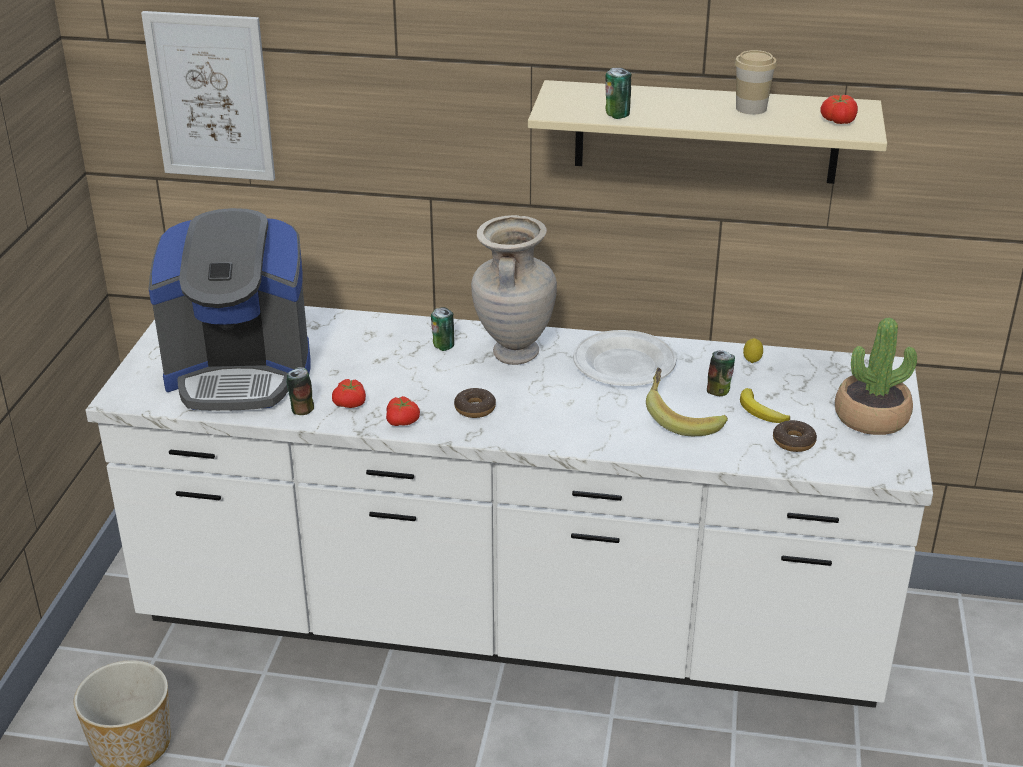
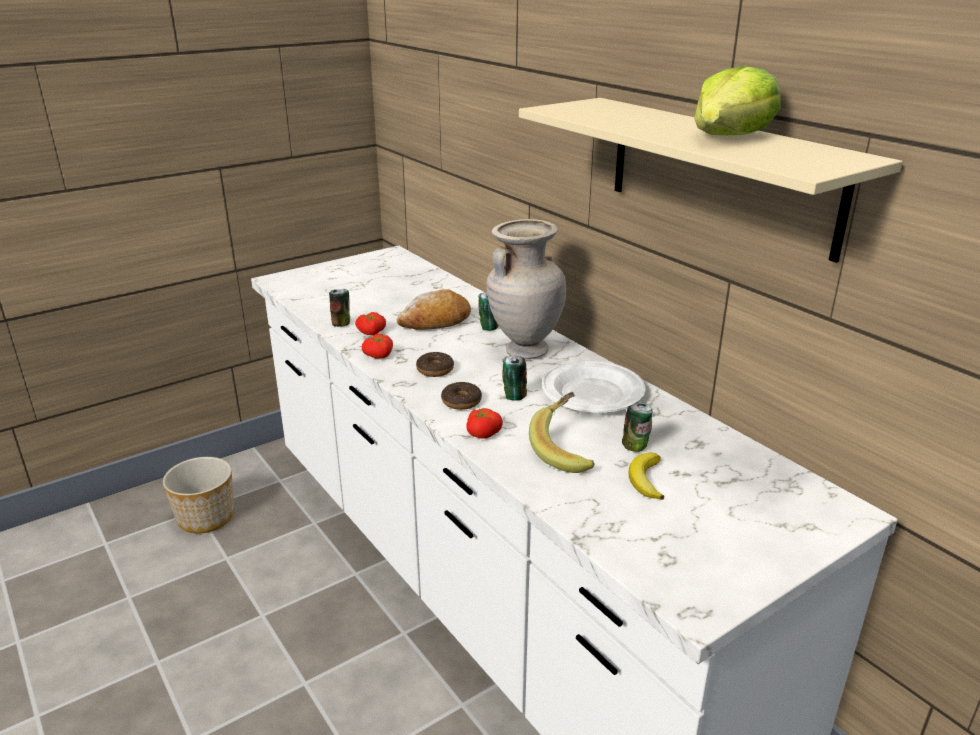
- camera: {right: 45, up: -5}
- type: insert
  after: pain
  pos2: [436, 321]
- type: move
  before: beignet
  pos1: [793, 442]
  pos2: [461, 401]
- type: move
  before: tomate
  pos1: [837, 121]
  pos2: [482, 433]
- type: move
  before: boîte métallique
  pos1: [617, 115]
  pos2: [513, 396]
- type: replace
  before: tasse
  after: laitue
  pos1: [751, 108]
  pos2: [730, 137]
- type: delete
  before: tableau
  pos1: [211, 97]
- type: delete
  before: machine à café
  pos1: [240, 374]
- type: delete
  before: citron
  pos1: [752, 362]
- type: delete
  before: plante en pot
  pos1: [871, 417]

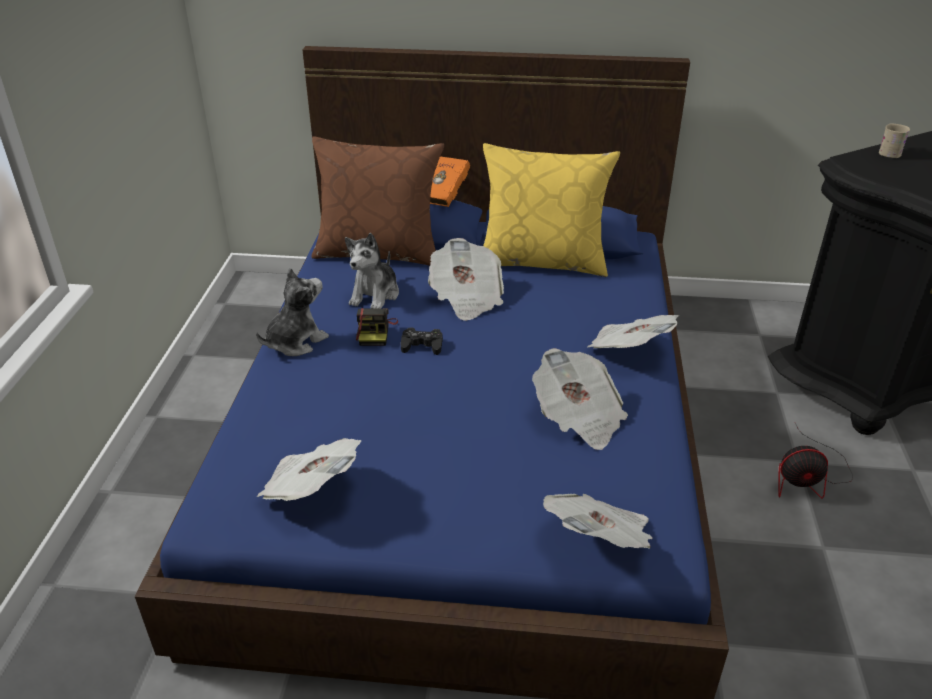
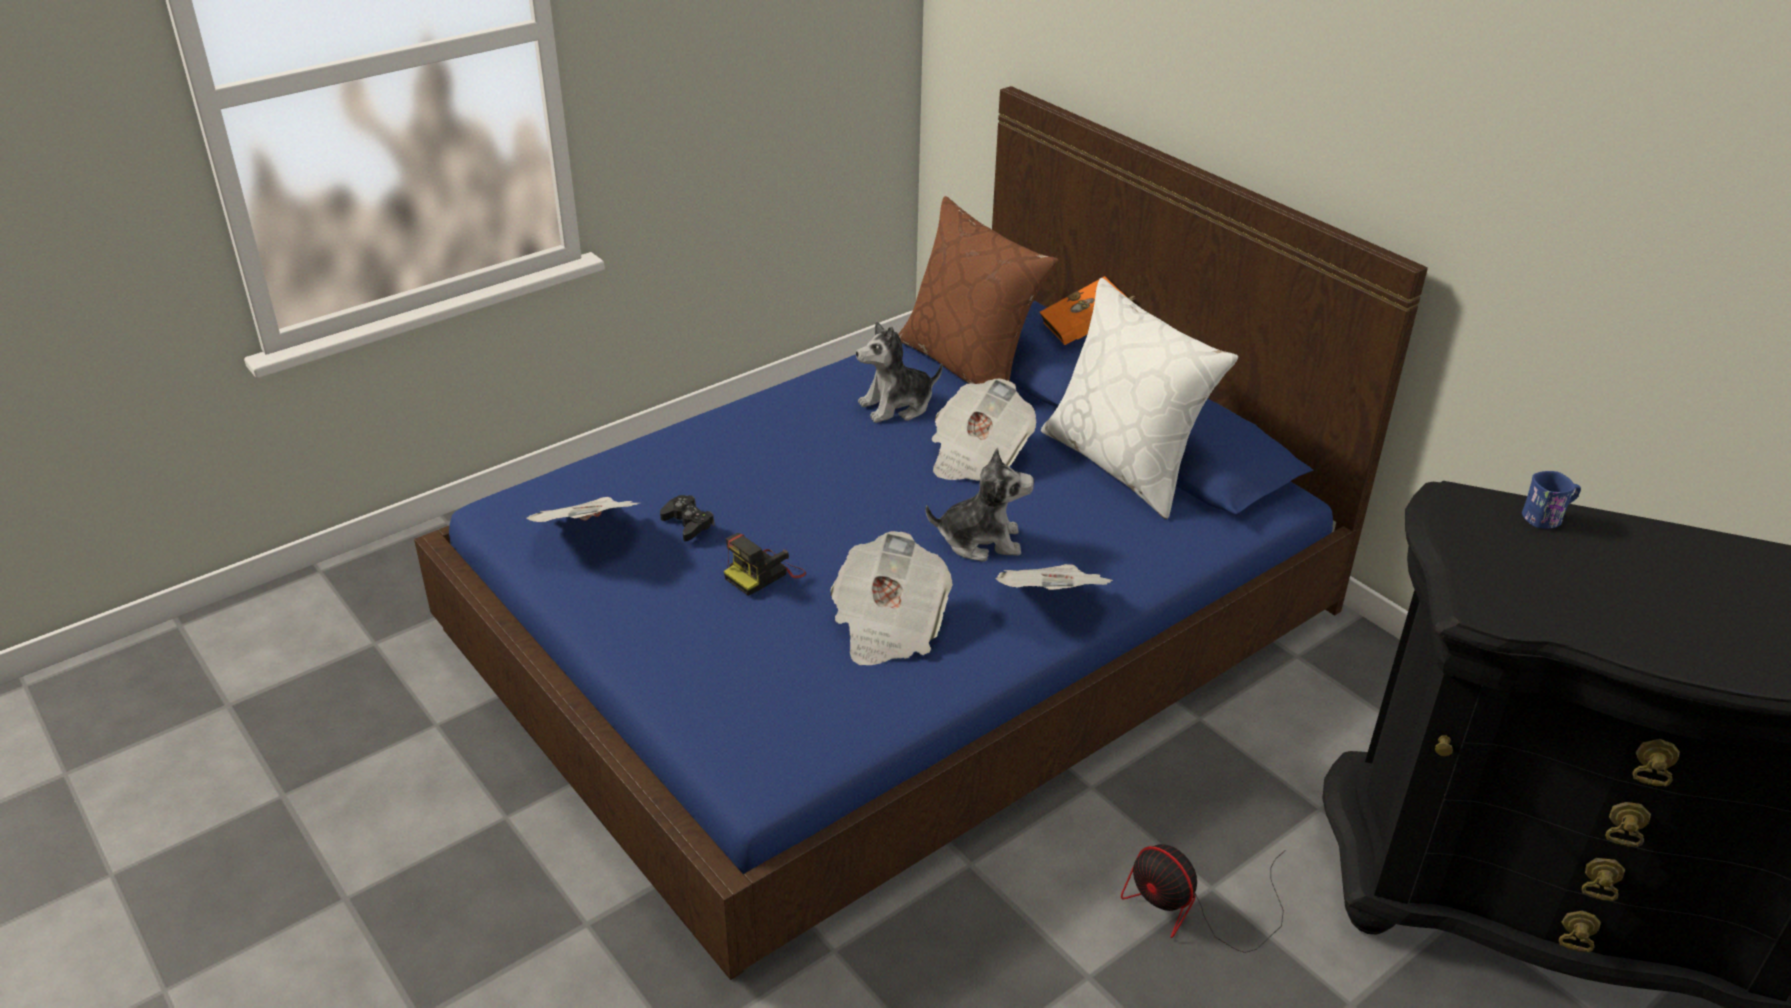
- camera: {right: 45, up: 0}
- type: move
  before: manette [noir]
  pos1: [422, 345]
  pos2: [688, 523]
- type: move
  before: appareil photo
  pos1: [375, 332]
  pos2: [764, 574]
- type: move
  before: peluche
  pos1: [295, 342]
  pos2: [980, 541]
- type: recolor
  before: coussin [jaune]
  after: coussin [blanc]
  pos1: [542, 261]
  pos2: [1124, 464]
- type: recolor
  before: mug [beige]
  after: mug [bleu]
  pos1: [890, 152]
  pos2: [1547, 518]
- type: delete
  before: journal
  pos1: [600, 539]

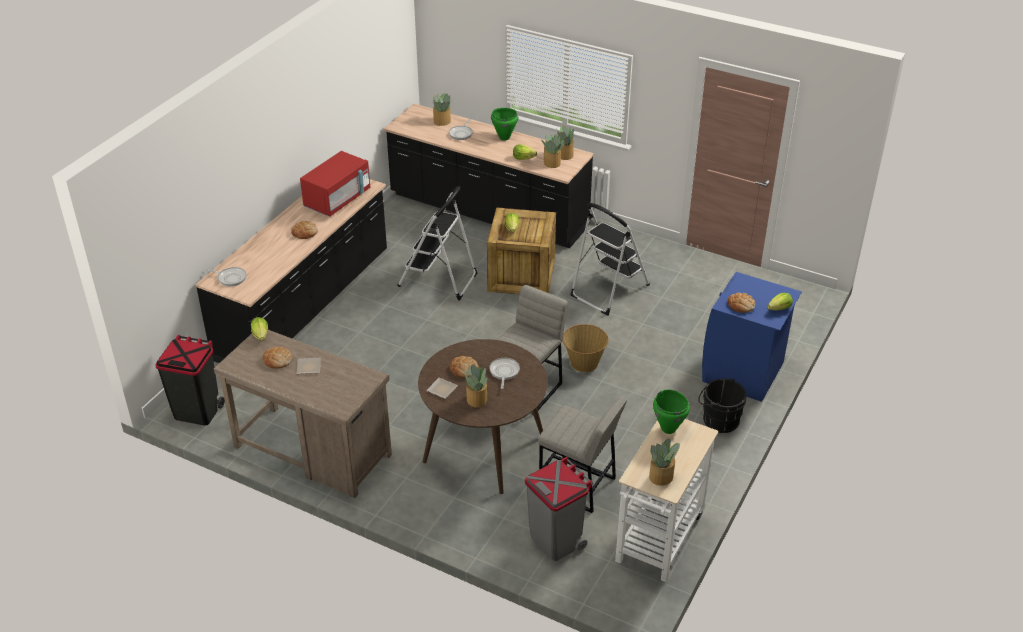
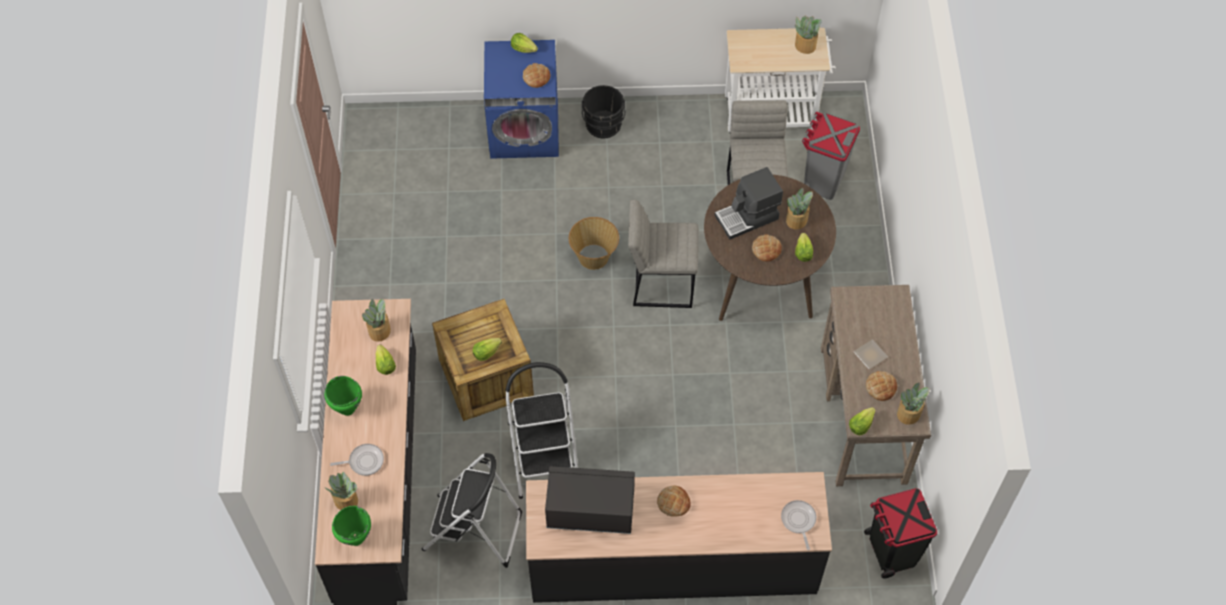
- camera: {right: -120, up: 20}
- type: move
  before: marmite [vert]
  pos1: [668, 428]
  pos2: [355, 538]
- type: move
  before: escabeau
  pos1: [608, 291]
  pos2: [475, 532]
- type: recolor
  before: micro-ondes [rouge]
  after: micro-ondes [noir]
  pos1: [338, 199]
  pos2: [590, 510]
- type: replace
  before: poêle
  after: machine à café
  pos1: [504, 372]
  pos2: [747, 217]
- type: replace
  before: assiette
  after: laitue
  pos1: [442, 388]
  pos2: [803, 253]
- type: move
  before: plante en pot
  pos1: [565, 155]
  pos2: [909, 414]

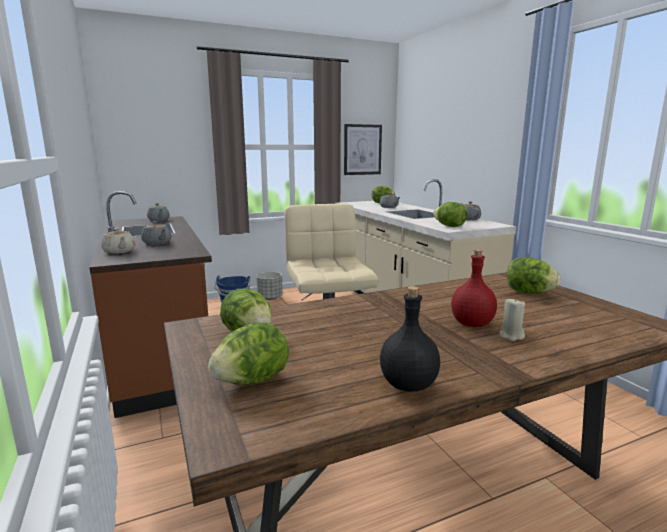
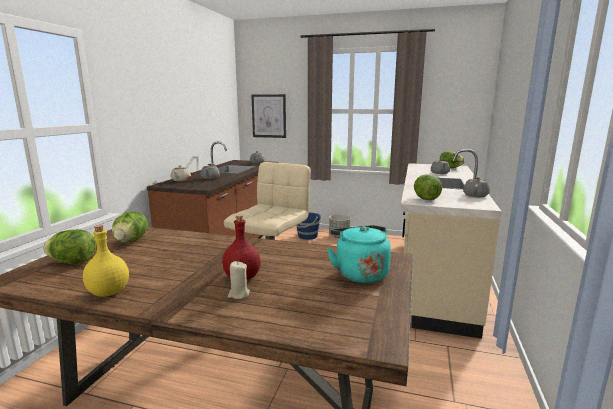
- camera: {right: 40, up: 0}
- type: recolor
  before: bouteille [noir]
  after: bouteille [jaune]
  pos1: [408, 385]
  pos2: [108, 292]
- type: move
  before: tableau
  pos1: [362, 149]
  pos2: [269, 116]
- type: replace
  before: laitue
  after: bouilloire [turquoise]
  pos1: [528, 292]
  pos2: [359, 273]

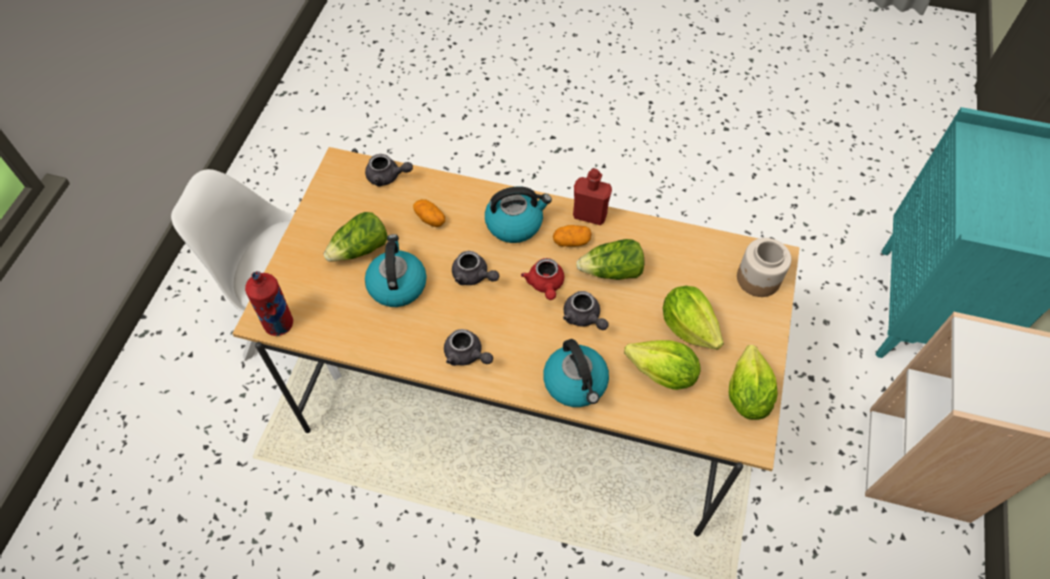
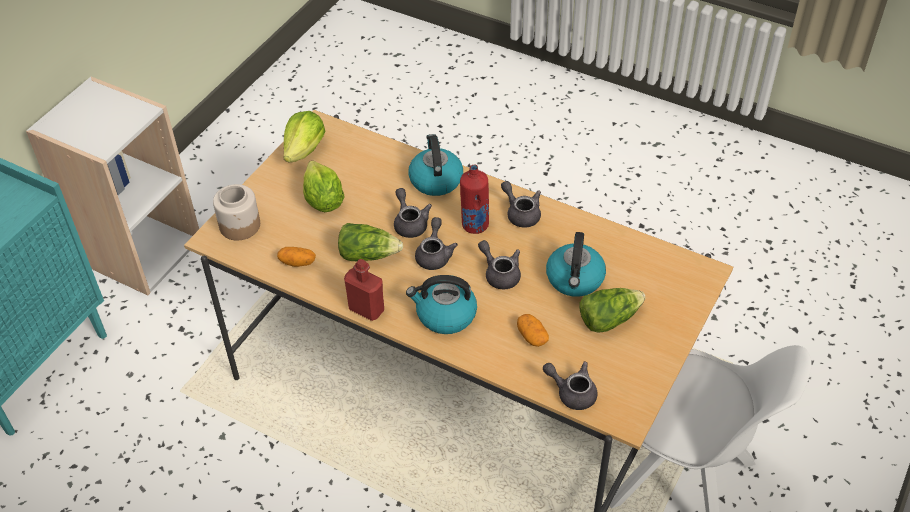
- camera: {right: -165, up: -10}
- type: move
  before: pomme de terre
  pos1: [571, 241]
  pos2: [297, 262]
- type: recolor
  before: théière [rouge]
  after: théière [gris]
  pos1: [545, 285]
  pos2: [434, 254]
- type: move
  before: bouteille [rouge]
  pos1: [279, 323]
  pos2: [474, 225]
- type: delete
  before: laitue
  pos1: [662, 374]

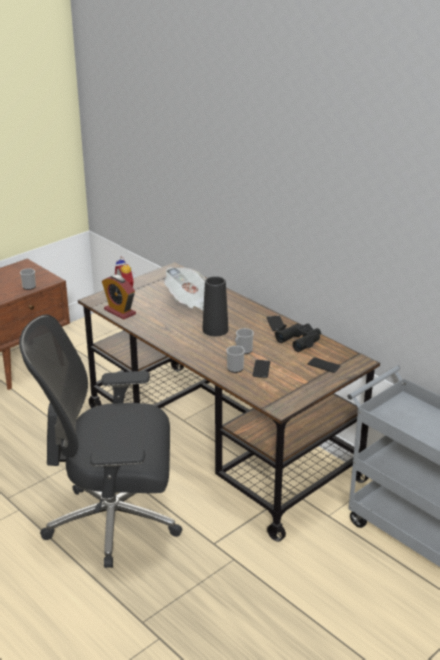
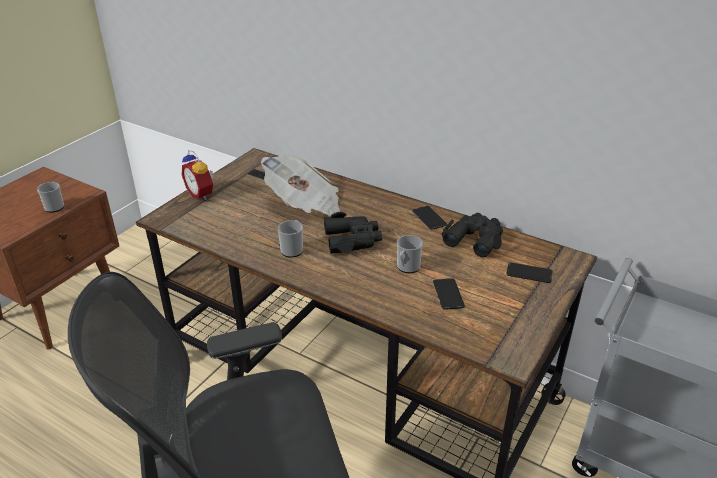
- camera: {right: -15, up: 5}
- type: move
  before: mug
  pos1: [236, 367]
  pos2: [293, 249]
- type: replace
  before: vase [noir]
  after: jumelles [noir]
  pos1: [215, 329]
  pos2: [352, 240]
- type: delete
  before: réveil
  pos1: [120, 312]

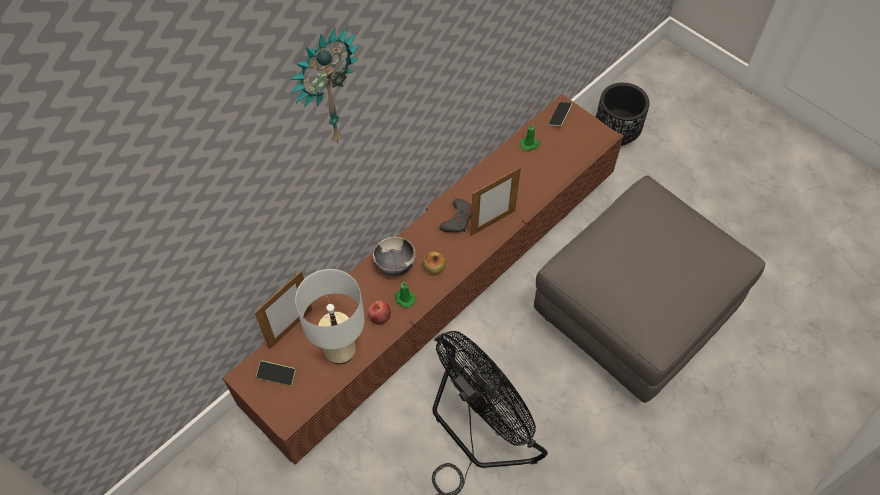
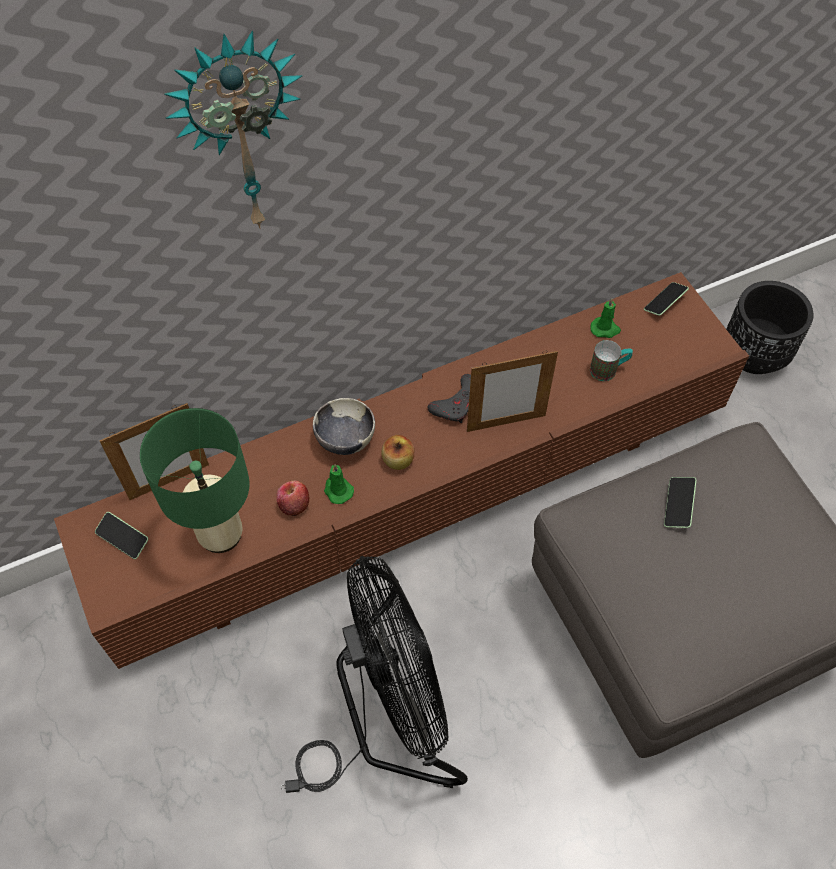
- camera: {right: 20, up: 0}
- type: recolor
  before: lampe de table [blanc]
  after: lampe de table [vert]
  pos1: [340, 352]
  pos2: [220, 535]
- type: insert
  after: mug
  pos2: [608, 370]
- type: insert
  after: téléphone
  pos2: [678, 506]

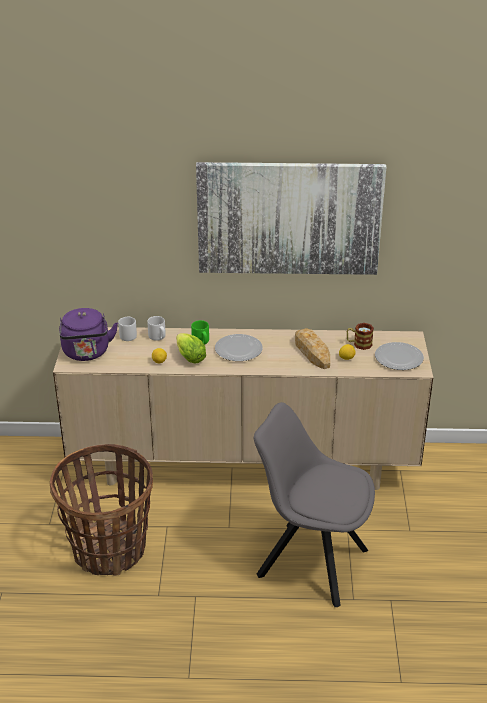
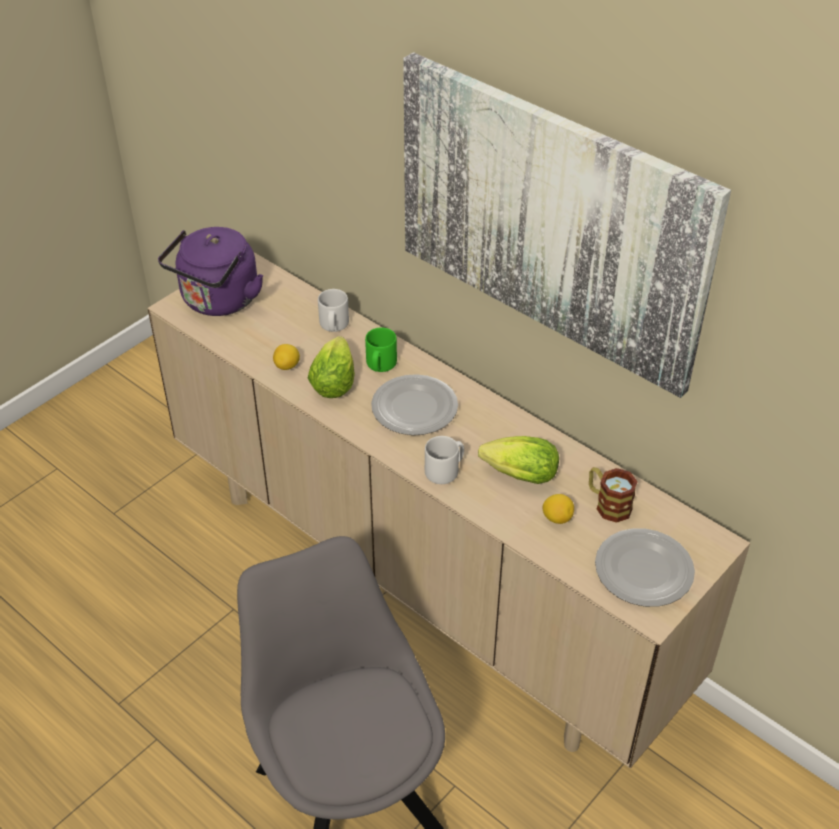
- camera: {right: 40, up: 10}
- type: move
  before: mug [gris]
  pos1: [129, 335]
  pos2: [445, 470]
- type: replace
  before: pain
  after: laitue
  pos1: [312, 352]
  pos2: [516, 475]
- type: delete
  before: panier
  pos1: [109, 549]

